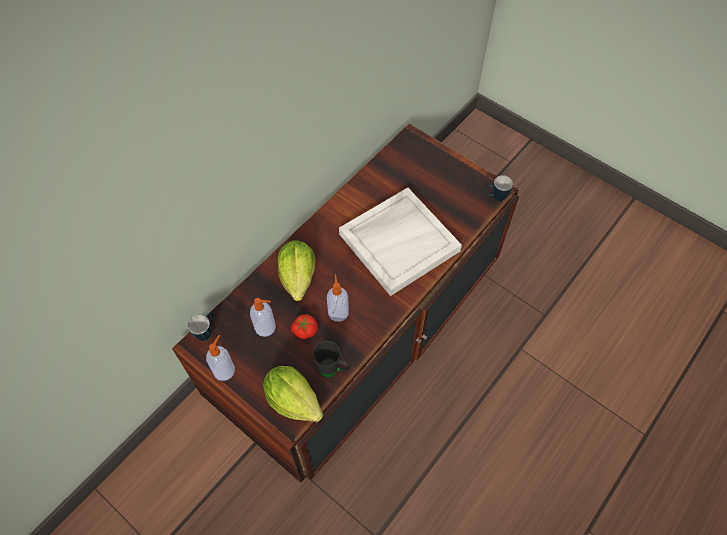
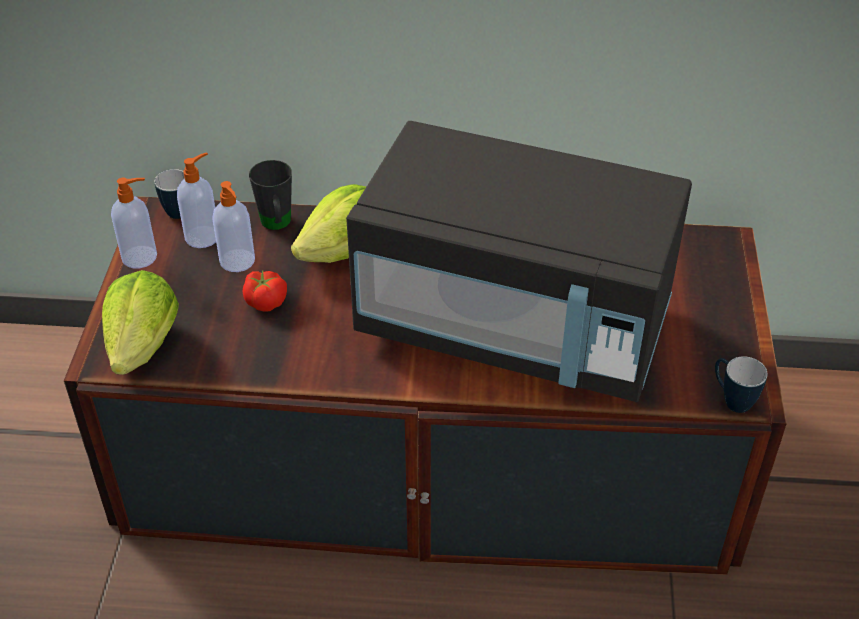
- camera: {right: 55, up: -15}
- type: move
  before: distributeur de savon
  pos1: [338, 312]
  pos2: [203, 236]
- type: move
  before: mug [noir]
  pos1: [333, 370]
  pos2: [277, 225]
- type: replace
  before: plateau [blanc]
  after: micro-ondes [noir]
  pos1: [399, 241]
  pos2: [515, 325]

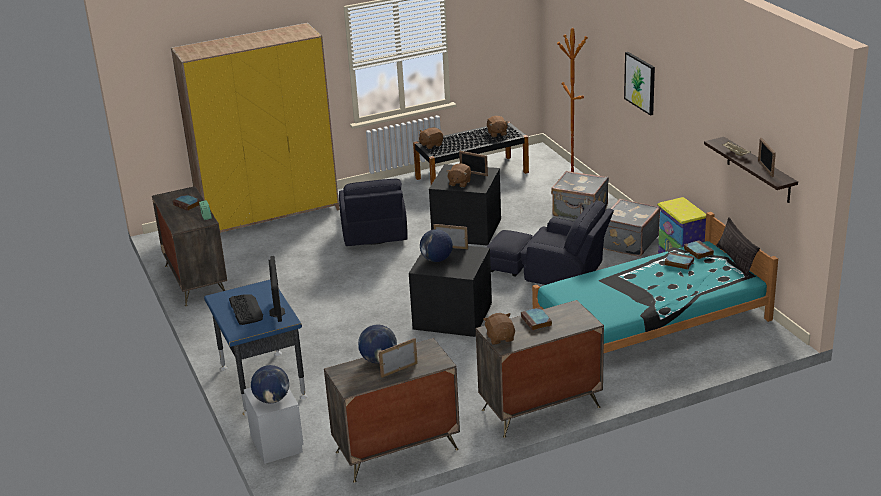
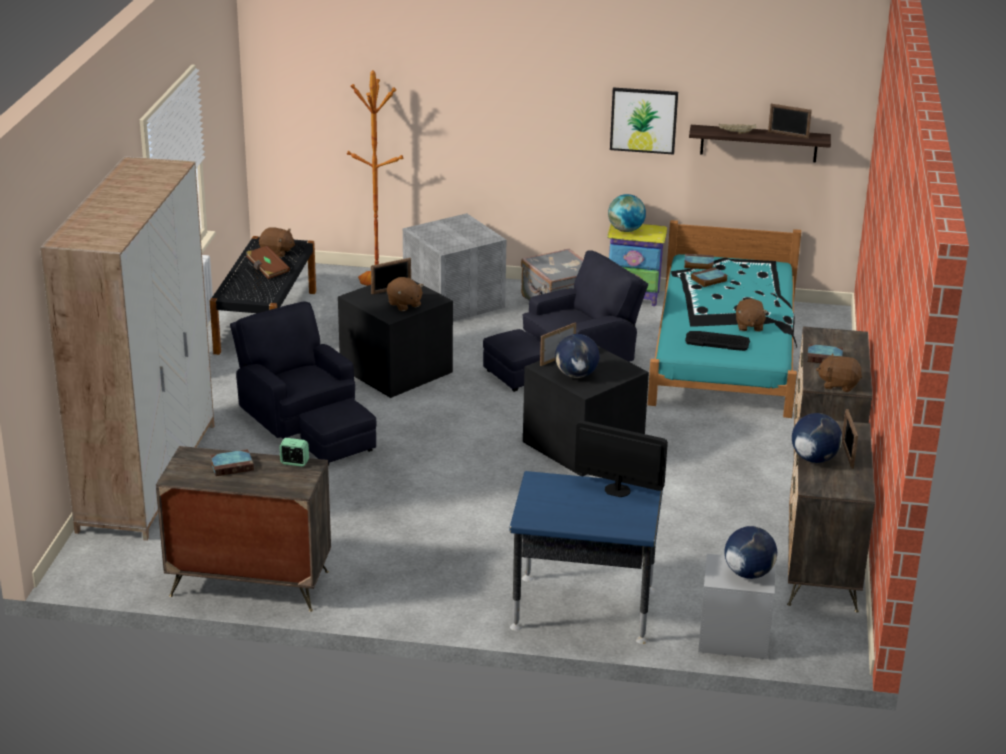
- camera: {right: -60, up: 0}
- type: recolor
  before: armoire [jaune]
  after: armoire [blanc]
  pos1: [270, 215]
  pos2: [147, 476]
- type: rotate
  before: fauteuil [noir]
  pos1: [373, 229]
  pos2: [306, 422]
  turn: -150
- type: insert
  after: livre [marron]
  pos2: [267, 270]
- type: replace
  before: valise [gris]
  after: boîte de rangement [gris]
  pos1: [580, 212]
  pos2: [454, 301]
- type: insert
  after: globe
  pos2: [626, 230]
- type: move
  before: tableau
  pos1: [640, 83]
  pos2: [643, 120]
- type: move
  before: clavier
  pos1: [246, 309]
  pos2: [717, 341]
- type: move
  before: peluche [marron]
  pos1: [431, 145]
  pos2: [749, 326]
- type: delete
  before: coussin
  pos1: [735, 261]

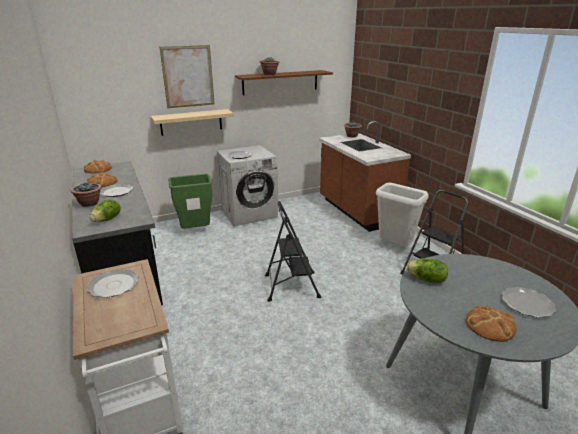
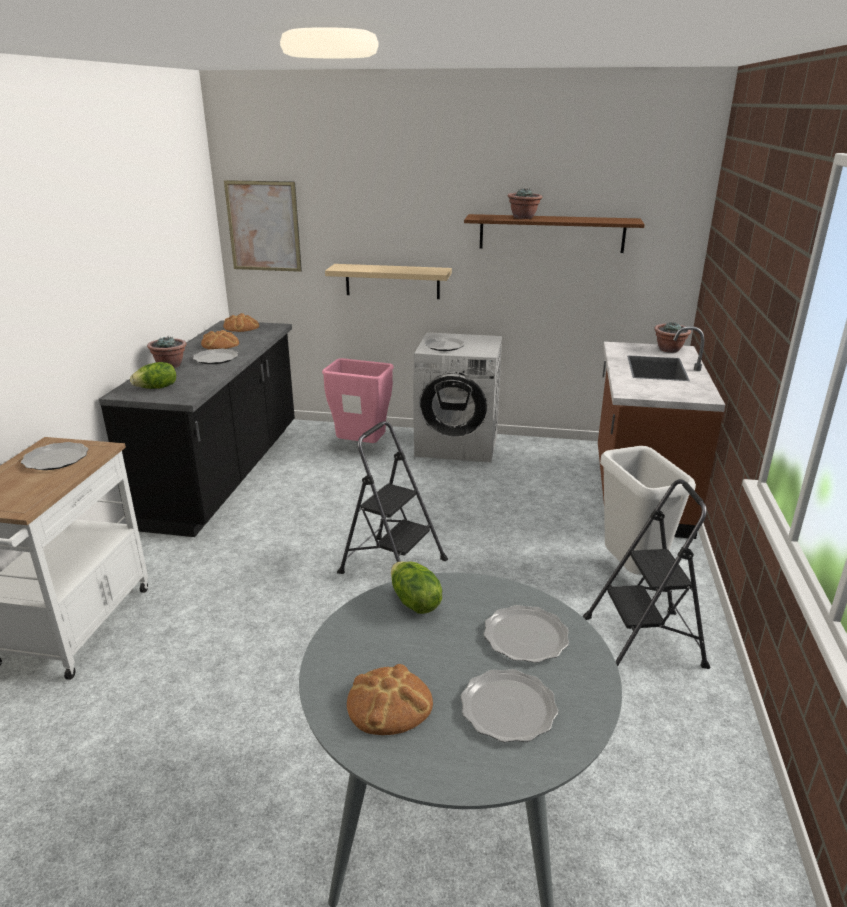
- camera: {right: 35, up: 0}
- type: move
  before: tableau
  pos1: [188, 77]
  pos2: [263, 226]
- type: recolor
  before: poubelle [vert]
  after: poubelle [rose]
  pos1: [196, 231]
  pos2: [362, 447]
- type: insert
  after: assiette
  pos2: [526, 637]

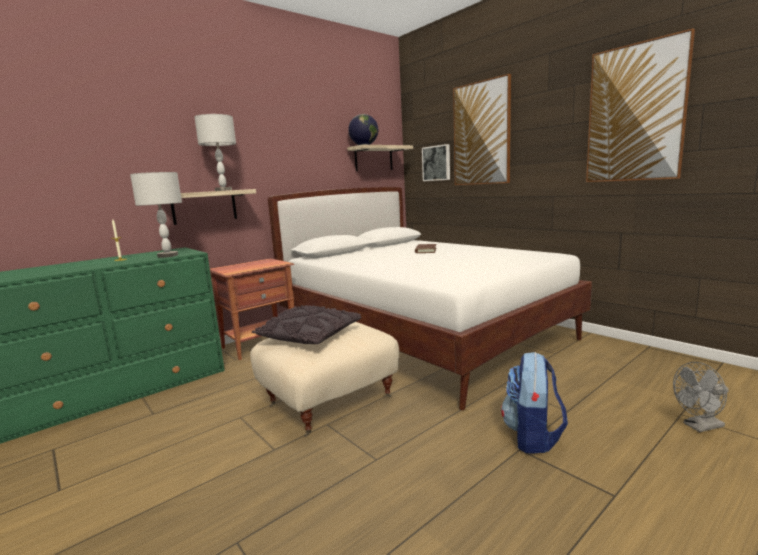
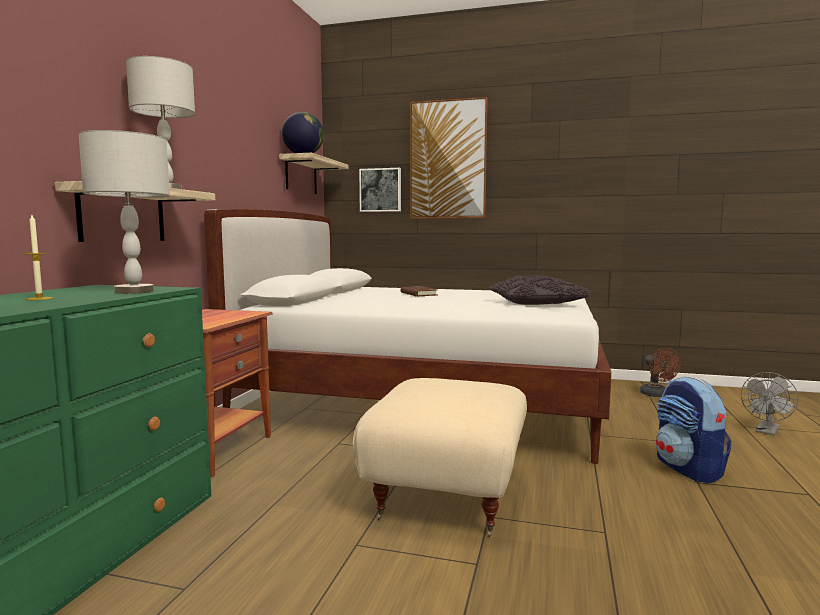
- camera: {right: -35, up: -5}
- type: move
  before: coussin [noir]
  pos1: [309, 336]
  pos2: [537, 303]
- type: insert
  after: ventilateur [marron]
  pos2: [657, 395]
- type: delete
  before: tableau
  pos1: [635, 114]

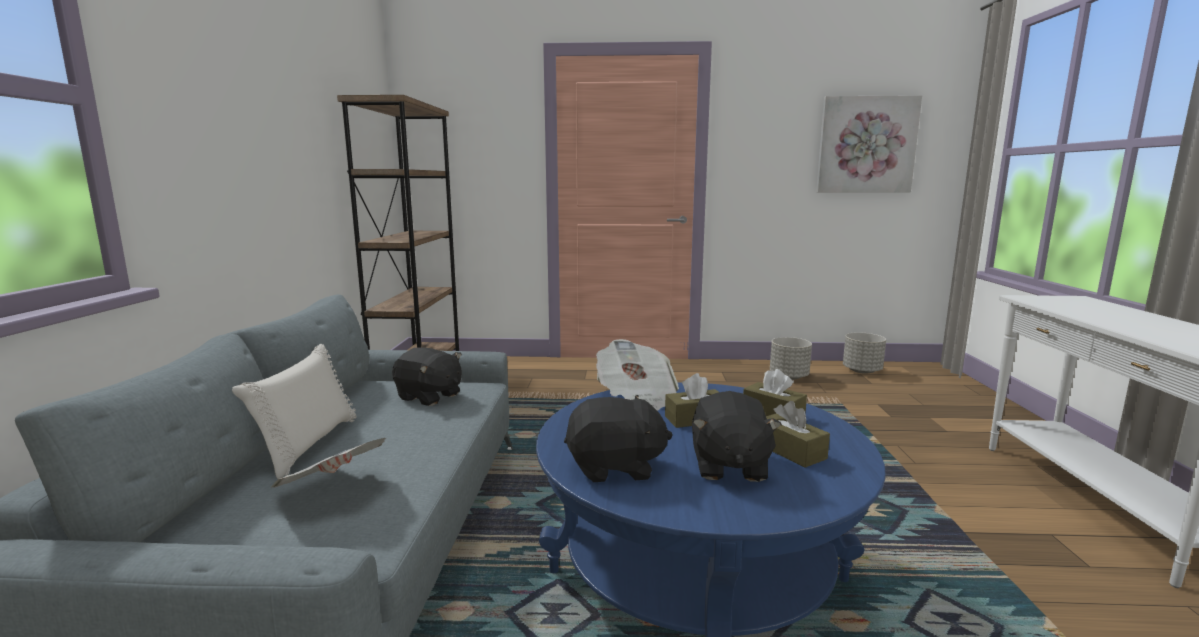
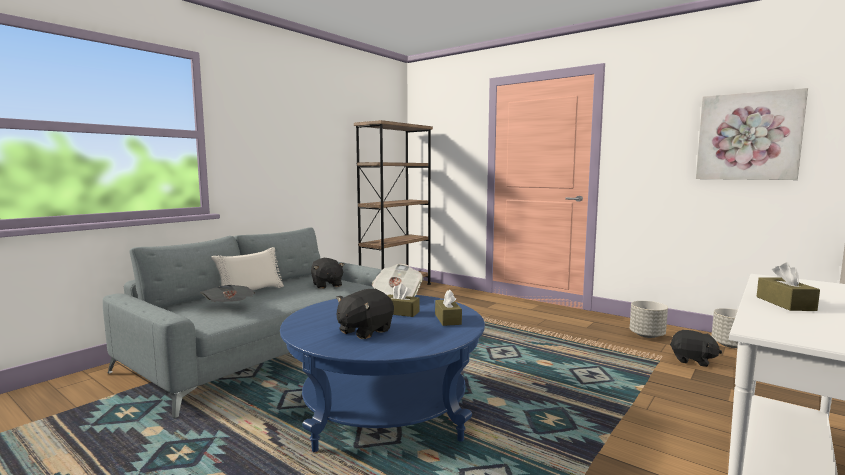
- camera: {right: 35, up: -5}
- type: move
  before: peluche [noir]
  pos1: [615, 467]
  pos2: [692, 360]
- type: move
  before: boîte à mouchoirs [marron]
  pos1: [790, 451]
  pos2: [785, 303]

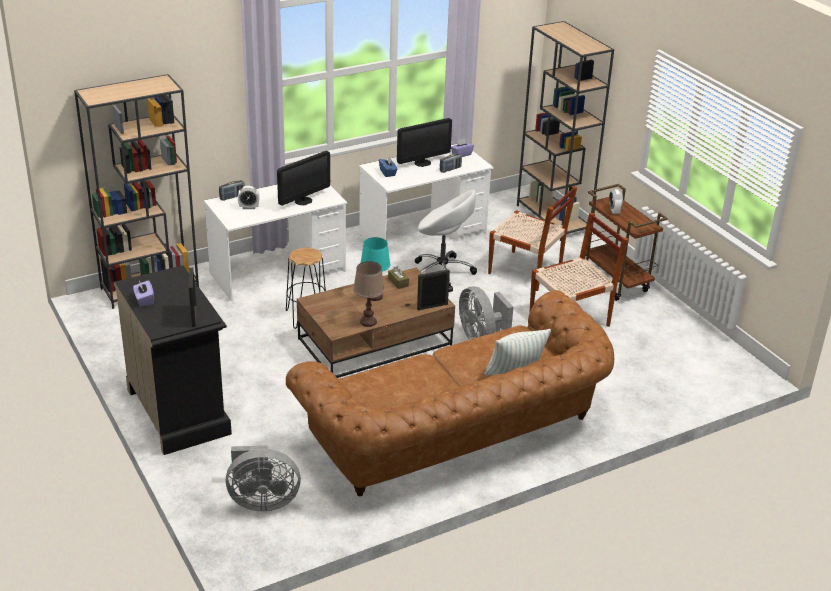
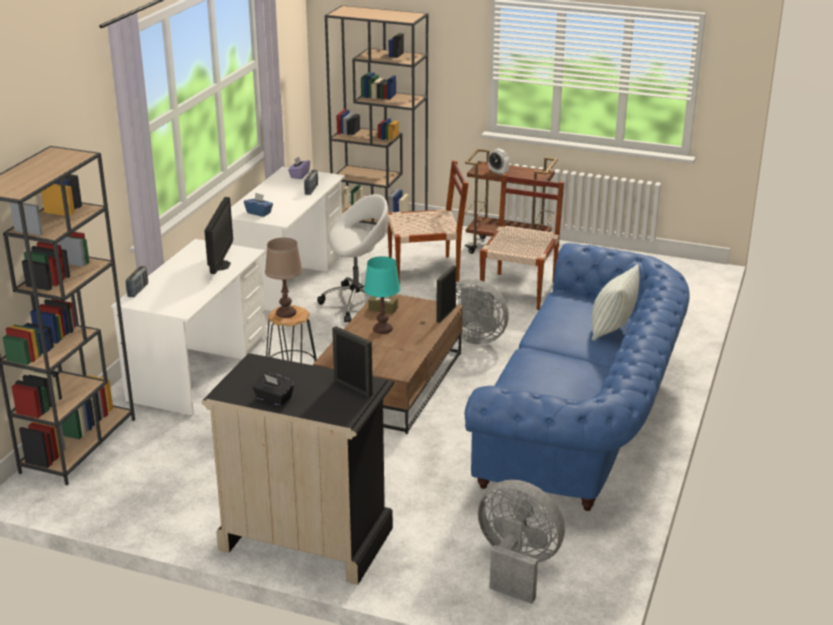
- camera: {right: -40, up: -5}
- type: recolor
  before: boîte à mouchoirs [violet]
  after: boîte à mouchoirs [noir]
  pos1: [144, 300]
  pos2: [273, 399]
- type: move
  before: lampe de table [marron]
  pos1: [368, 322]
  pos2: [286, 313]
- type: recolor
  before: canapé [marron]
  after: canapé [bleu]
  pos1: [459, 437]
  pos2: [585, 420]
- type: rotate
  before: ventilateur [gris]
  pos1: [262, 501]
  pos2: [516, 566]
  turn: -105
- type: delete
  before: réveil
  pos1: [249, 207]
- type: delete
  before: écran d'ordinateur
  pos1: [422, 163]

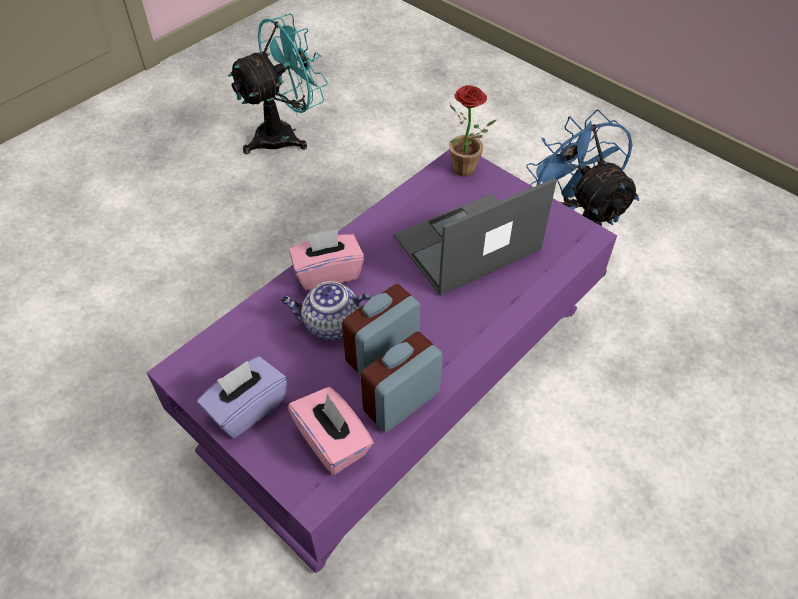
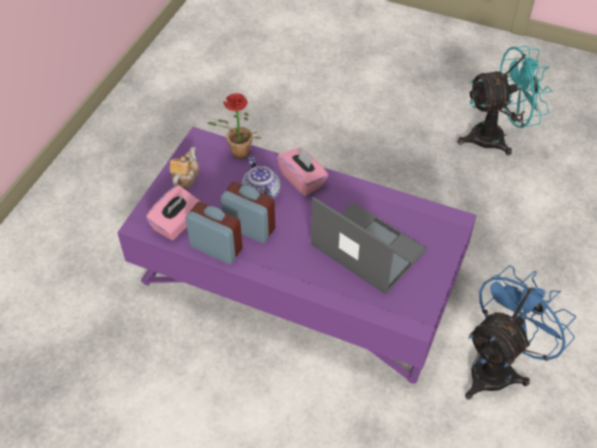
- camera: {right: 70, up: 0}
- type: replace
  before: boîte à mouchoirs [violet]
  after: théière
  pos1: [247, 408]
  pos2: [185, 177]
- type: move
  before: plante en pot
  pos1: [465, 172]
  pos2: [237, 154]
- type: rotate
  before: ventilateur [turquoise]
  pos1: [285, 134]
  pos2: [496, 137]
  turn: -45

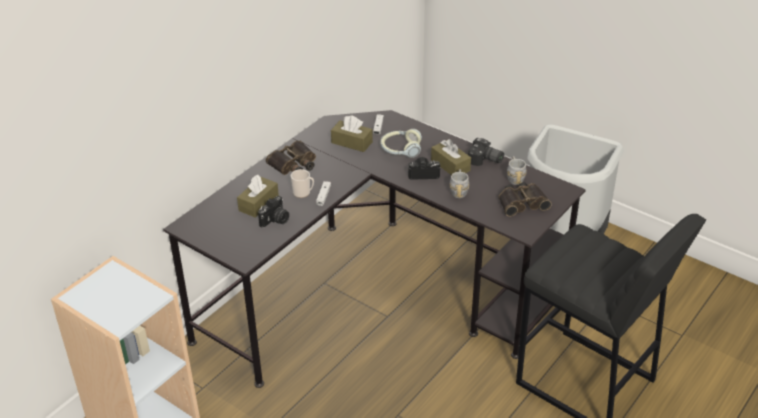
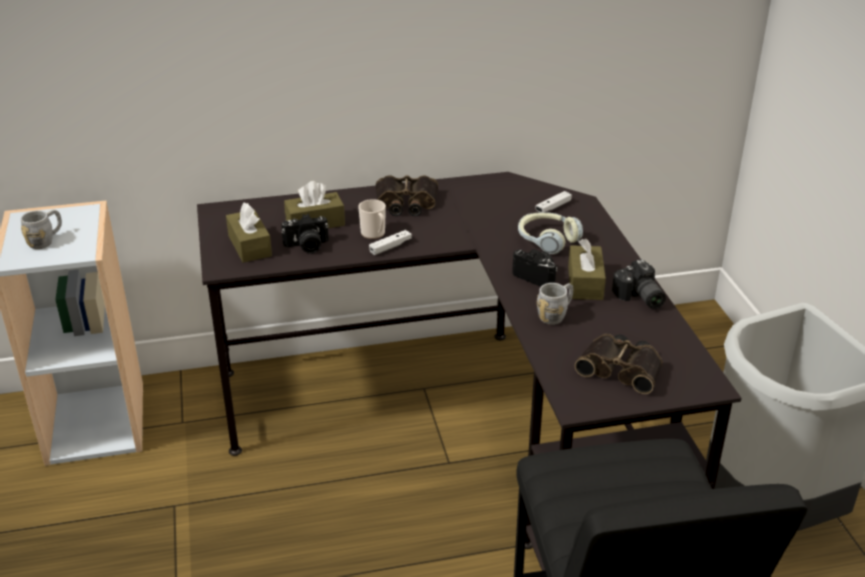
- camera: {right: 40, up: -5}
- type: move
  before: mug [gris]
  pos1: [514, 177]
  pos2: [46, 240]
- type: move
  before: boîte à mouchoirs [marron]
  pos1: [352, 142]
  pos2: [249, 246]

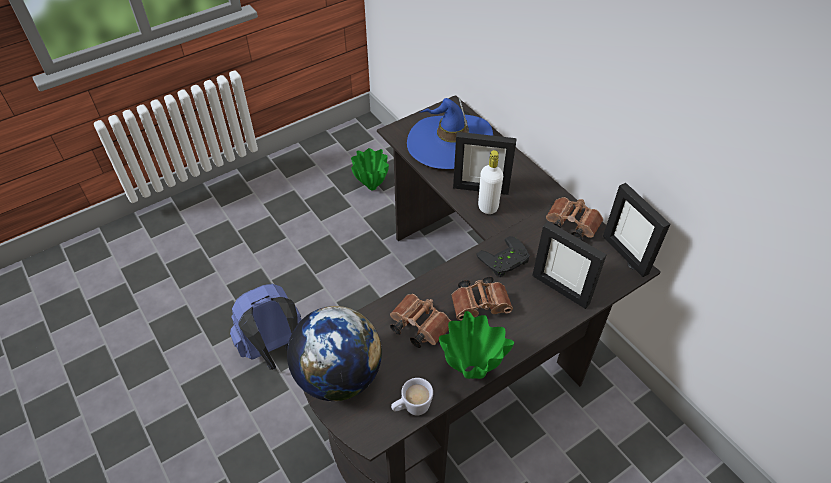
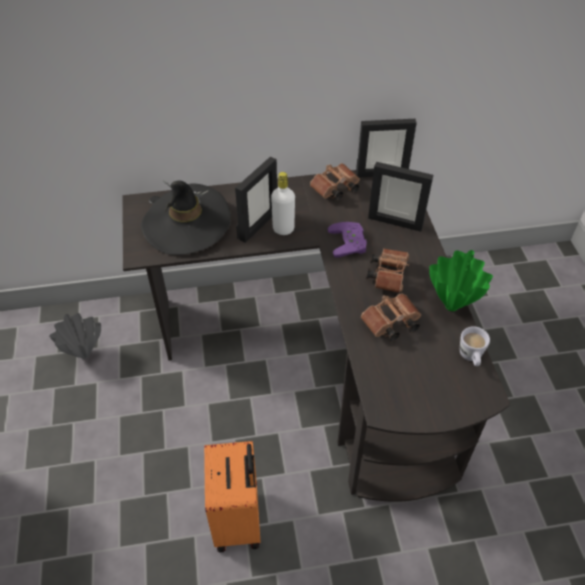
- camera: {right: -65, up: 0}
- type: recolor
  before: vase [vert]
  after: vase [gris]
  pos1: [371, 186]
  pos2: [83, 355]
- type: recolor
  before: chapeau [bleu]
  after: chapeau [noir]
  pos1: [449, 143]
  pos2: [186, 223]
- type: replace
  before: sac à dos [bleu]
  after: valise [orange]
  pos1: [275, 350]
  pos2: [239, 520]
- type: recolor
  before: manette [noir]
  after: manette [violet]
  pos1: [505, 261]
  pos2: [350, 242]
- type: rotate
  before: cadre photo
  pos1: [561, 288]
  pos2: [395, 221]
  turn: 45
- type: delete
  before: globe
  pos1: [338, 376]

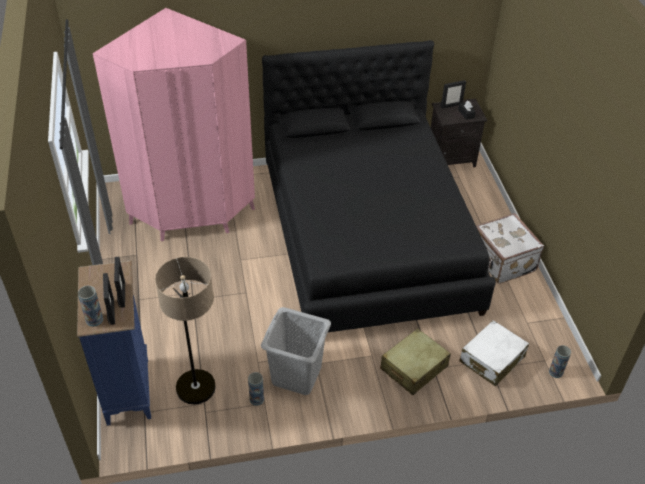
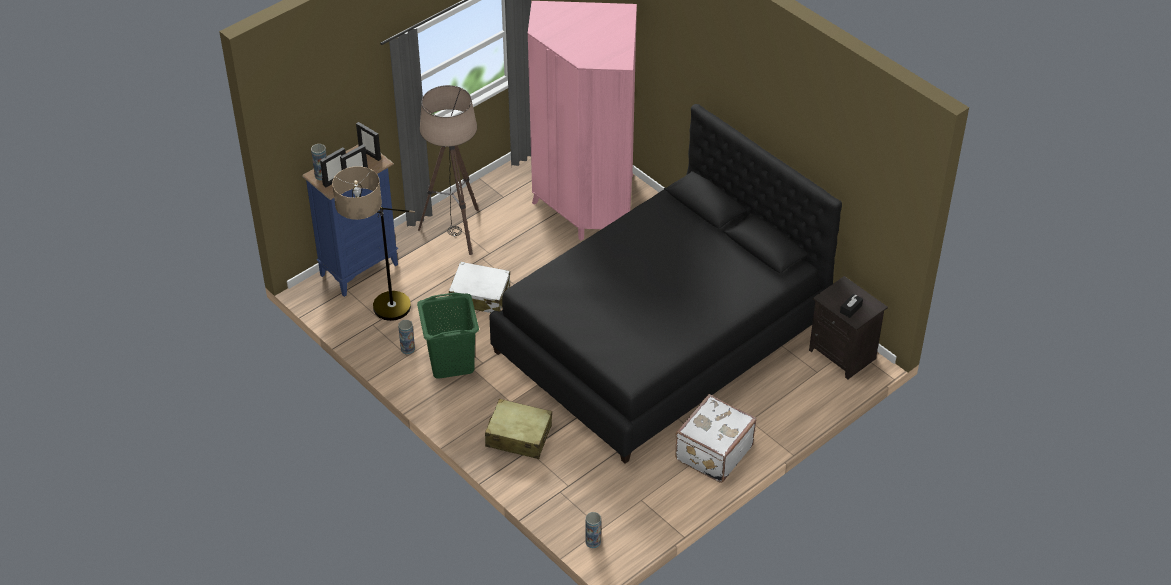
- camera: {right: 60, up: 0}
- type: move
  before: cadre photo
  pos1: [451, 105]
  pos2: [370, 154]
- type: recolor
  before: panier à linge [gris]
  after: panier à linge [vert]
  pos1: [296, 374]
  pos2: [451, 361]
- type: insert
  after: lampadaire
  pos2: [455, 230]
- type: move
  before: valise [blanc]
  pos1: [491, 359]
  pos2: [479, 295]

